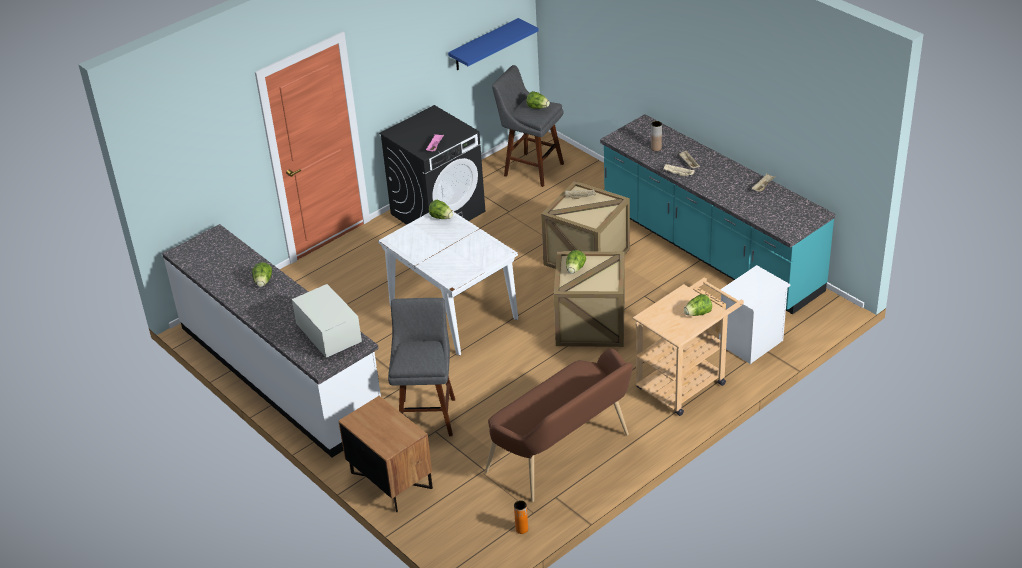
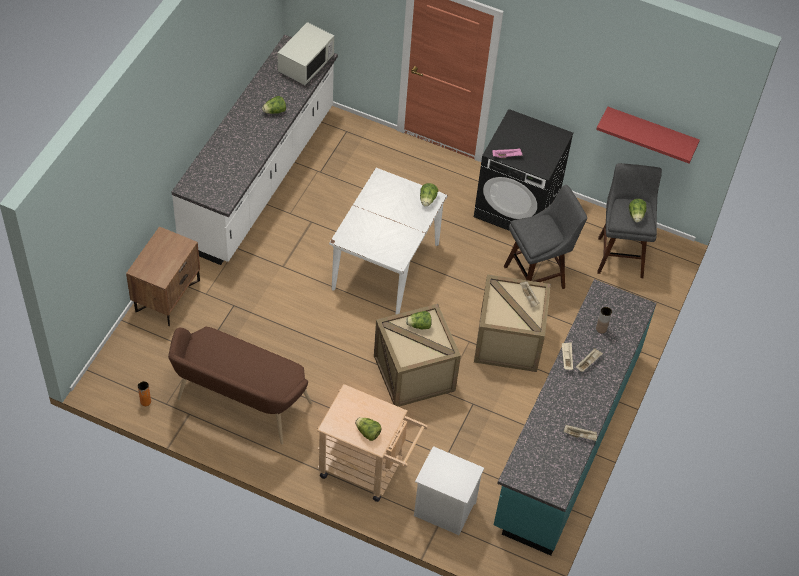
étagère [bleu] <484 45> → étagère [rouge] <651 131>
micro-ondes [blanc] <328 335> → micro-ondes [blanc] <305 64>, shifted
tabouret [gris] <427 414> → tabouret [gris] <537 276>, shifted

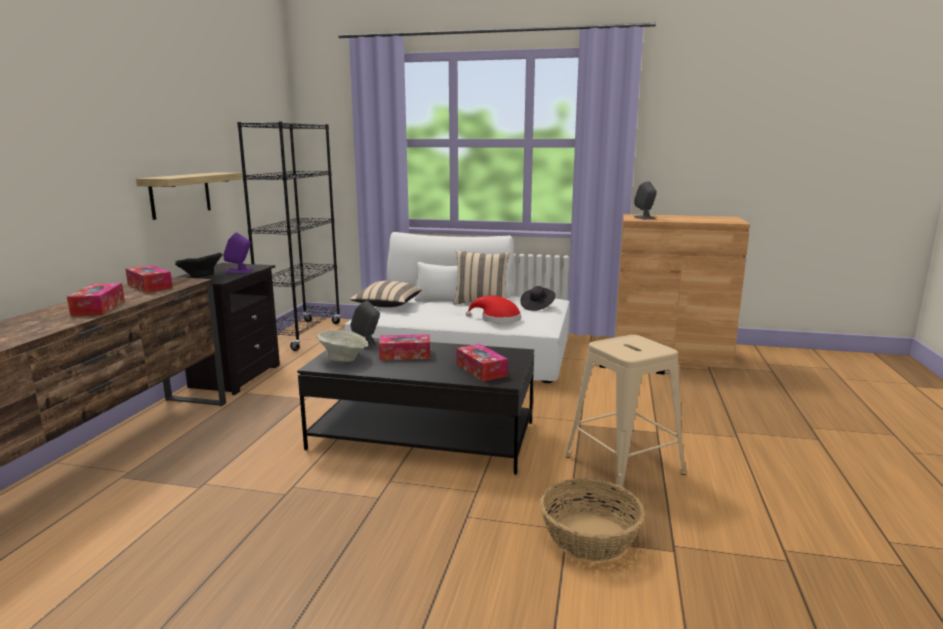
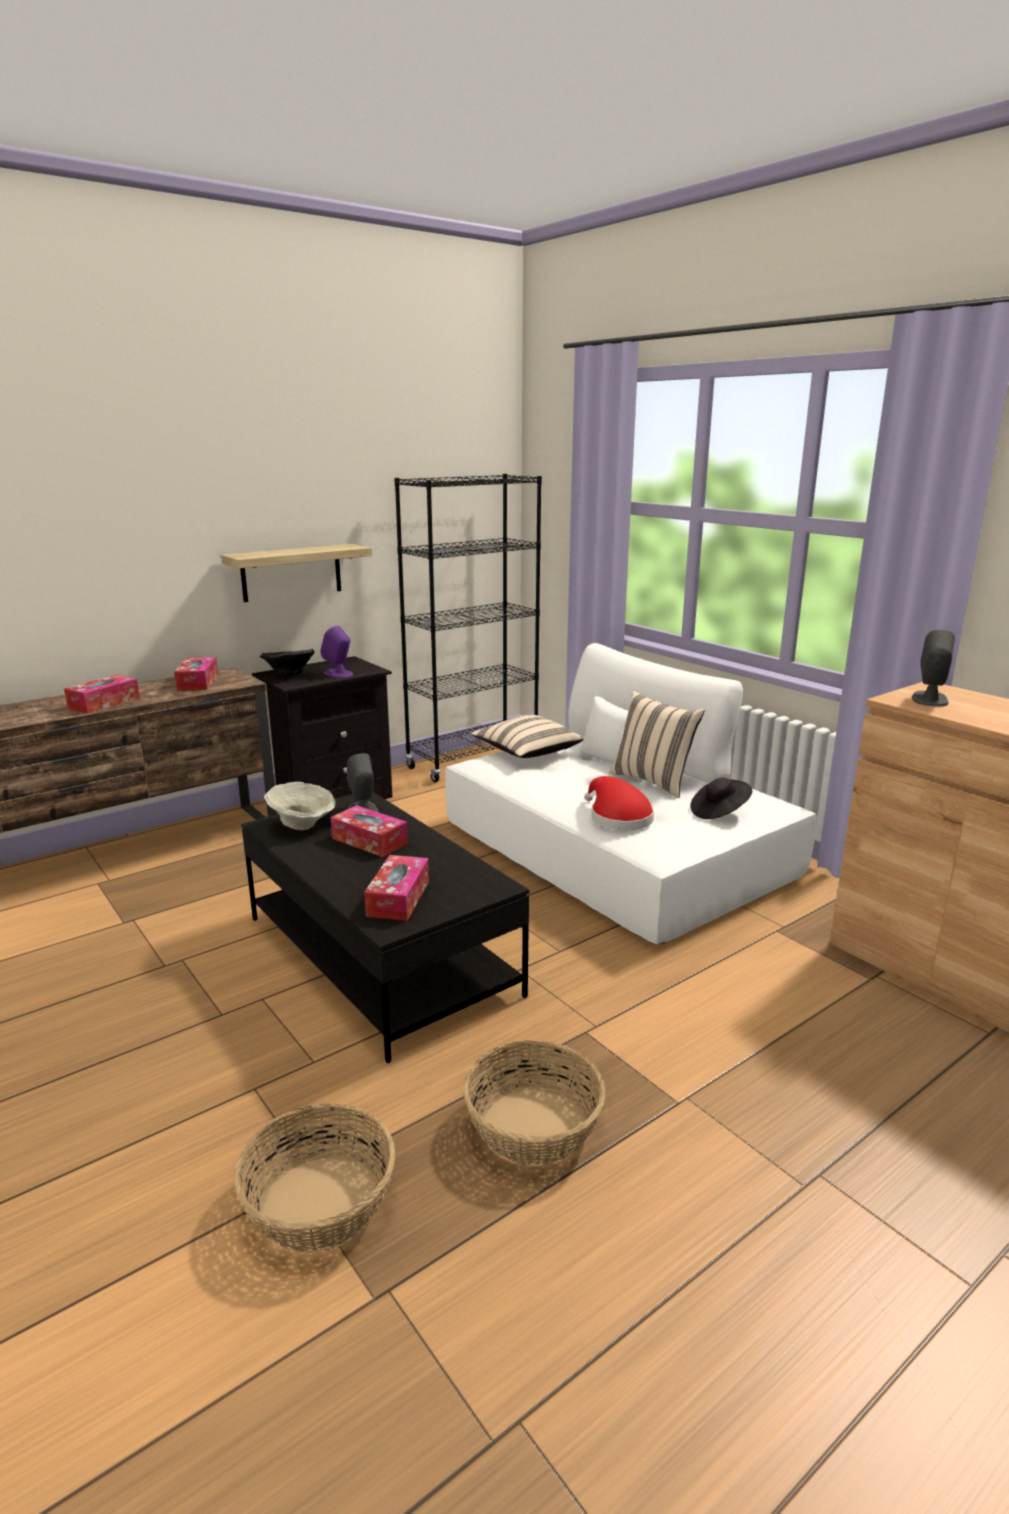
tabouret [beige] <622 465> → panier <534 1127>

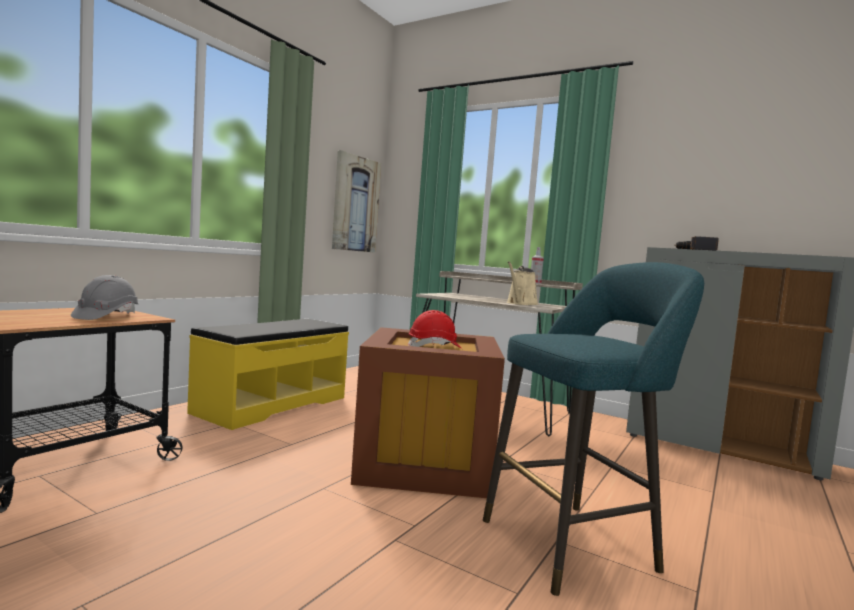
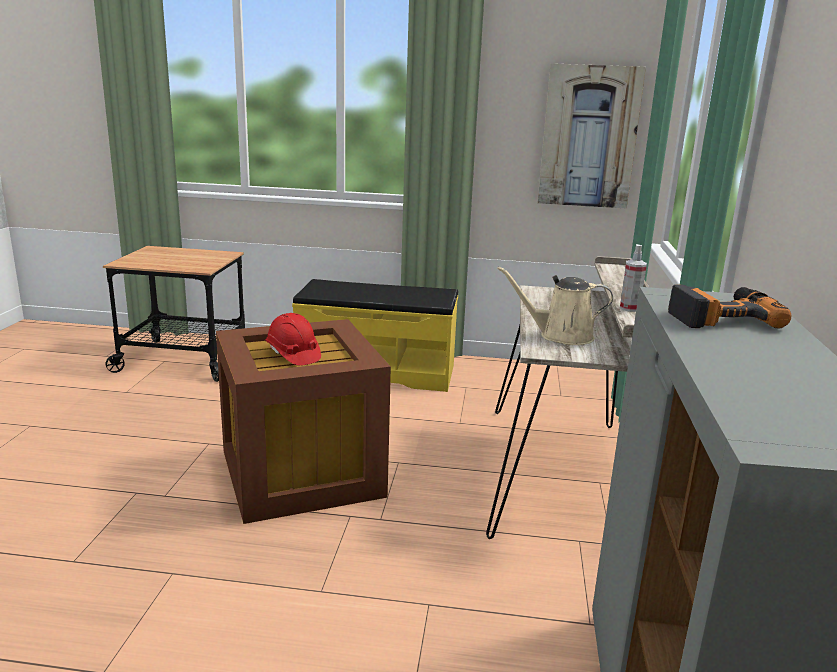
tabouret [turquoise] <575 543> → -
casque de chantier [gris] <106 316> → -

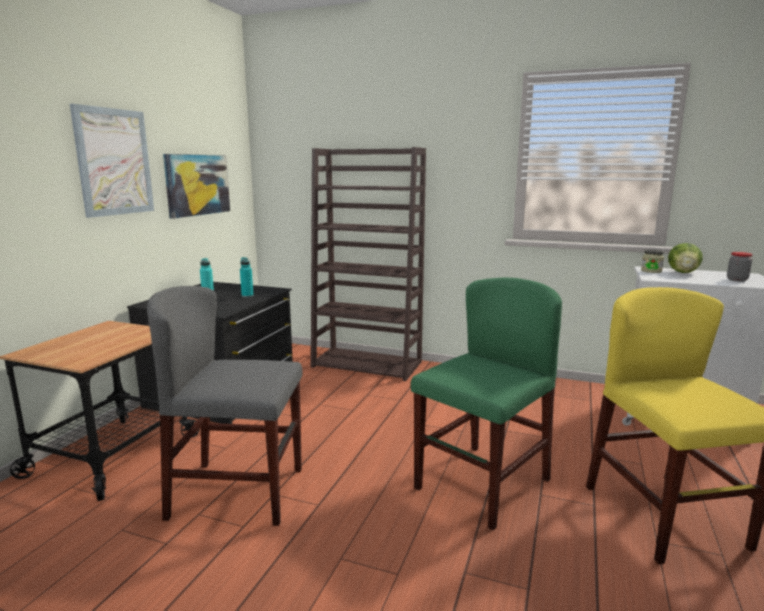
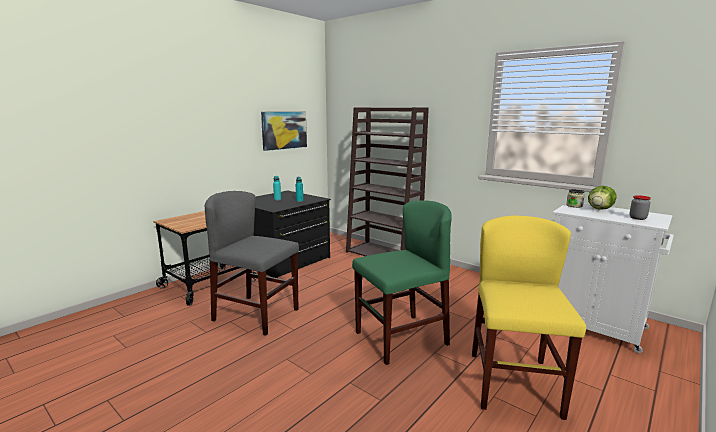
tableau <114 162> → -

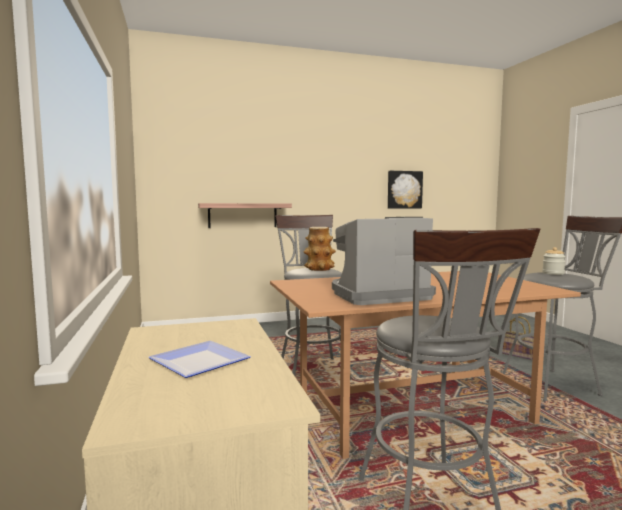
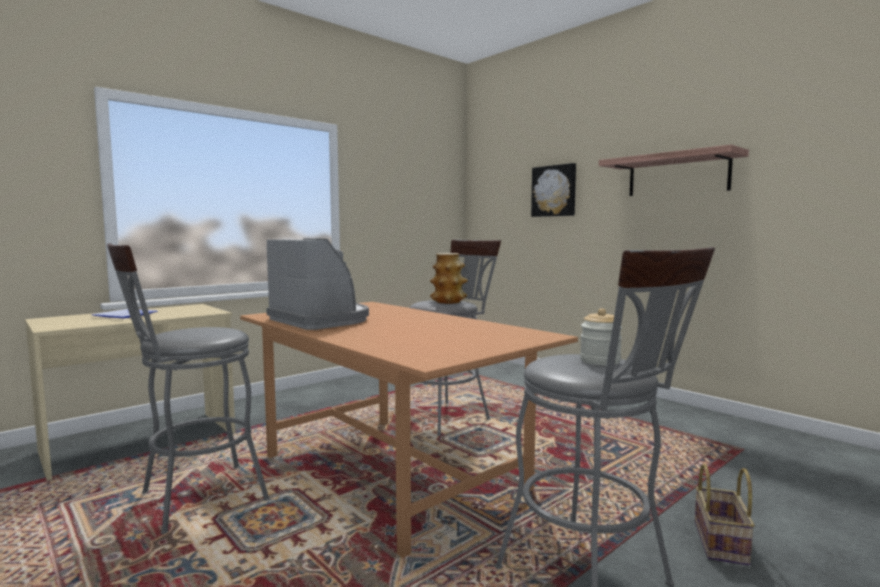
tableau <404 189> → tableau <554 191>, shifted
étagère <242 215> → étagère <677 175>, shifted

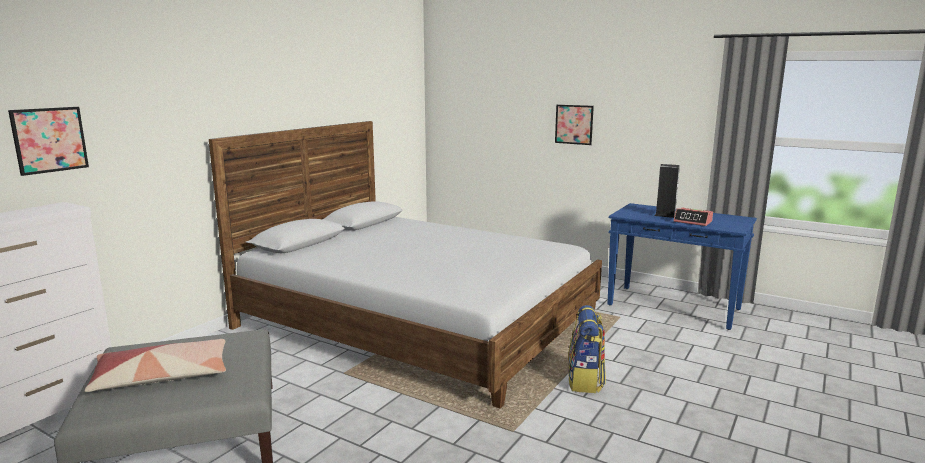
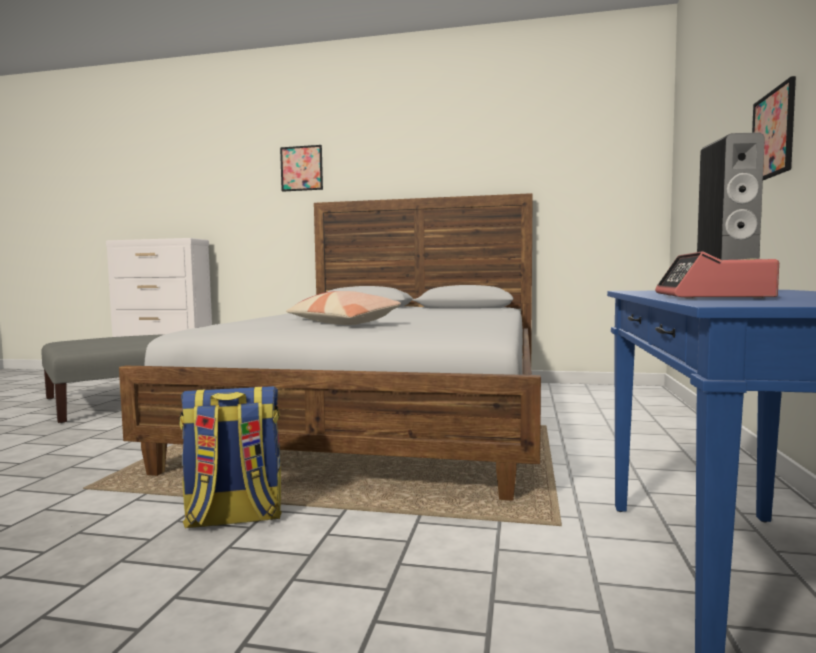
tableau <49 140> → tableau <301 168>, shifted
coussin <162 377> → coussin <341 323>, shifted

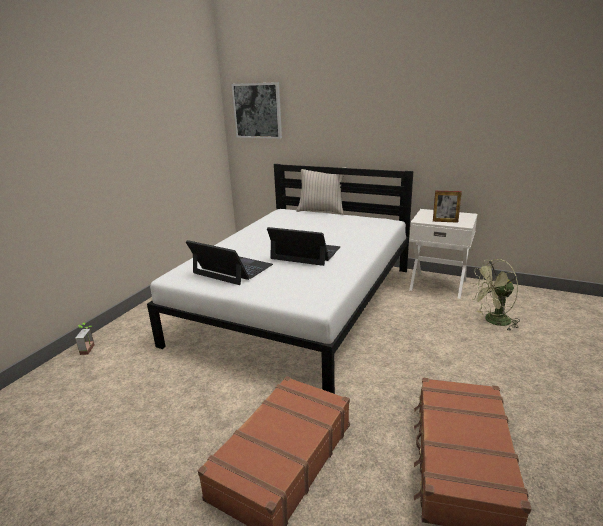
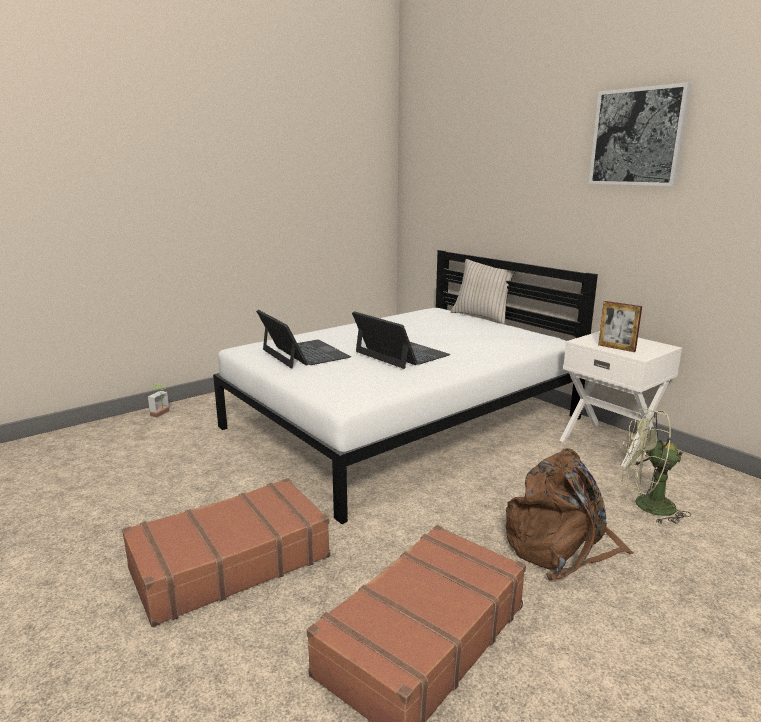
tableau <257 111> → tableau <637 137>, shifted
- → sac à dos [marron] <561 547>

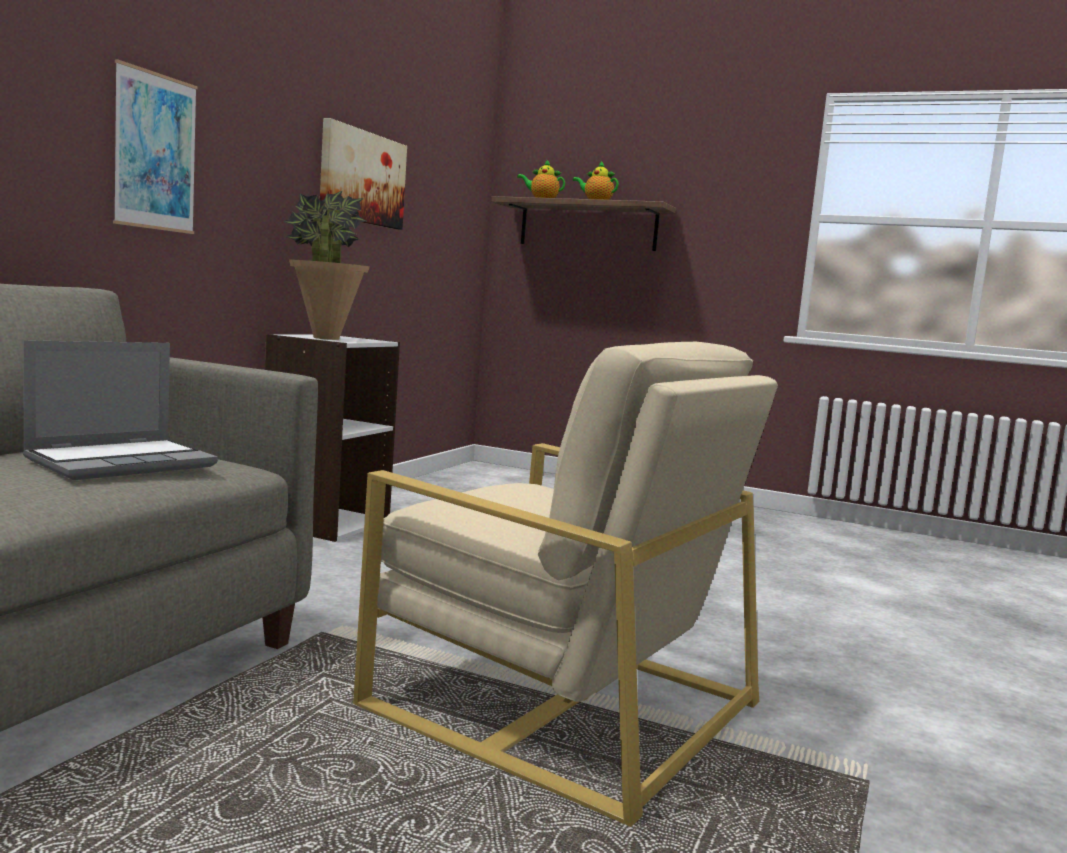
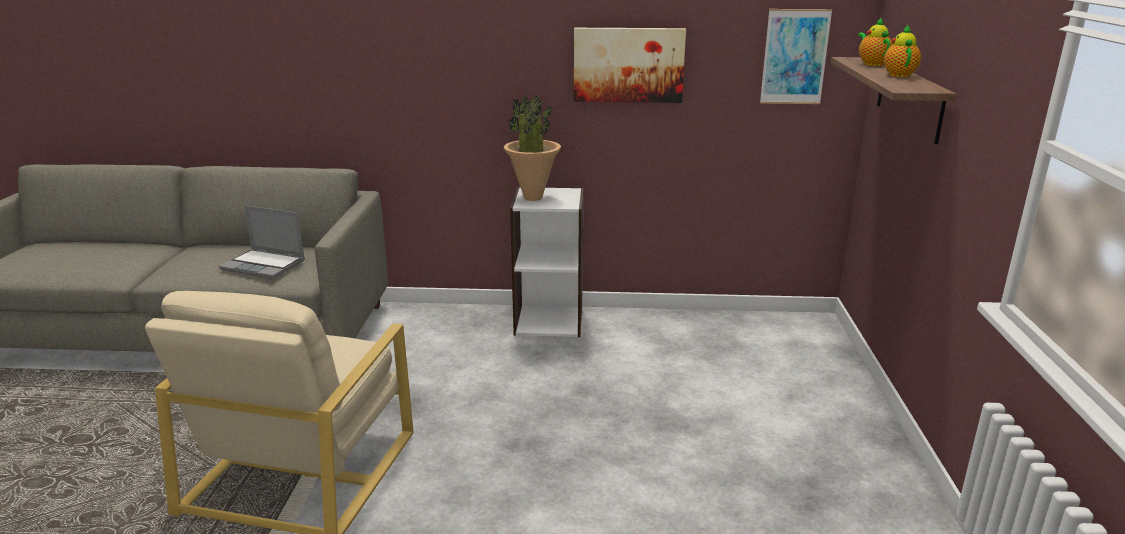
tableau <155 152> → tableau <794 57>, shifted

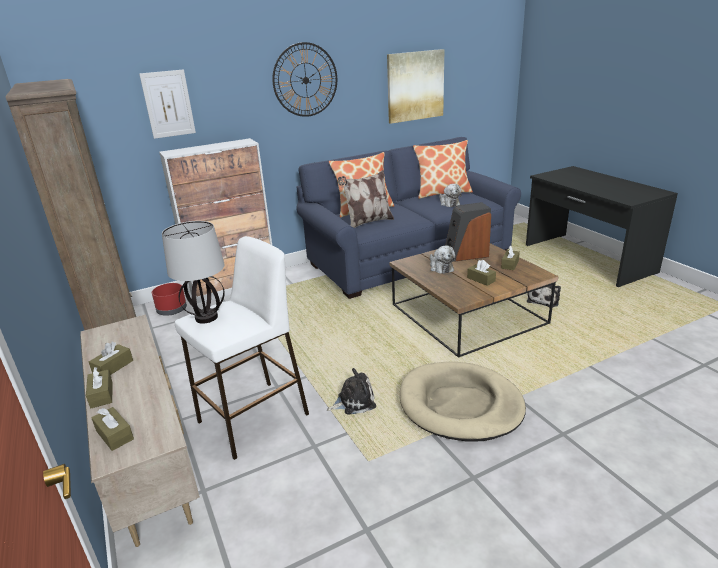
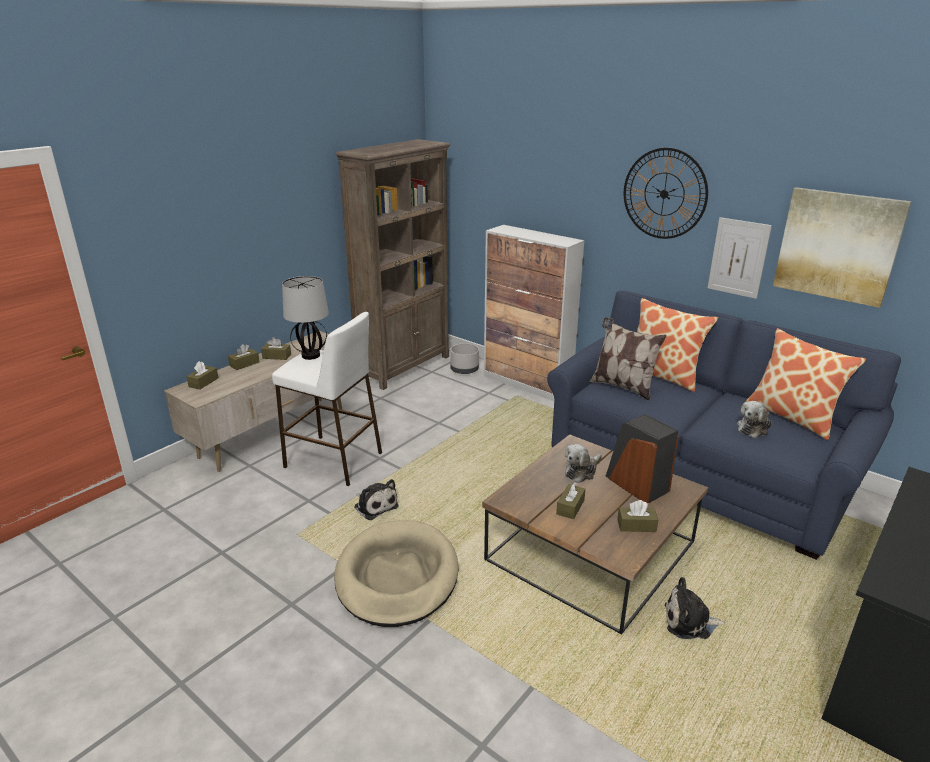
tableau <168 104> → tableau <738 258>, shifted
cache-pot [rouge] <172 310> → cache-pot [gris] <464 370>

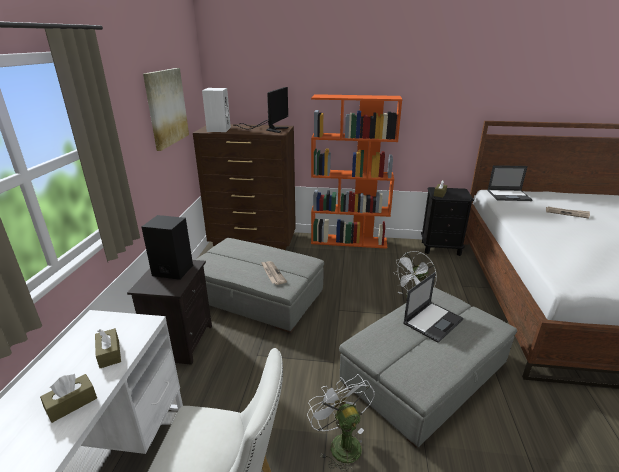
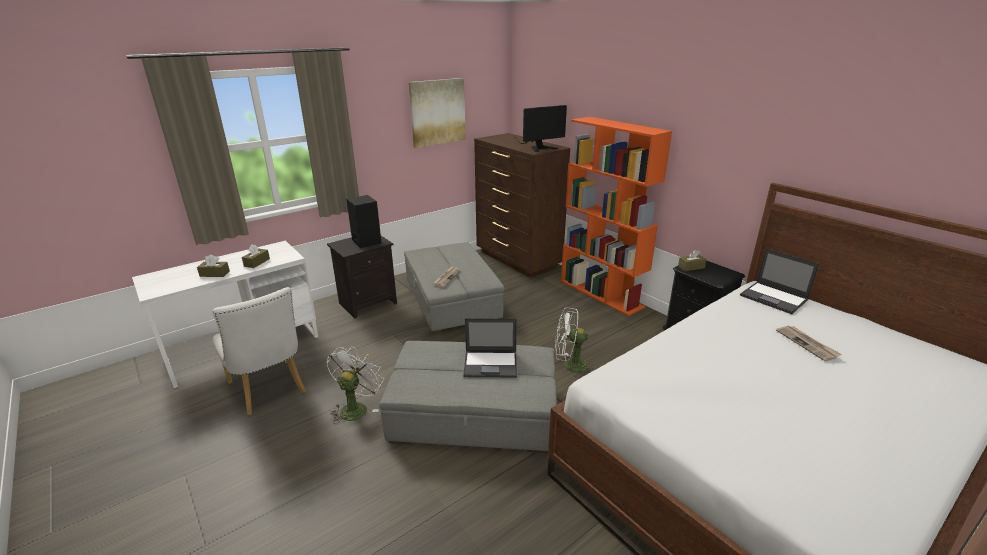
enceinte [blanc] <218 129> → -

